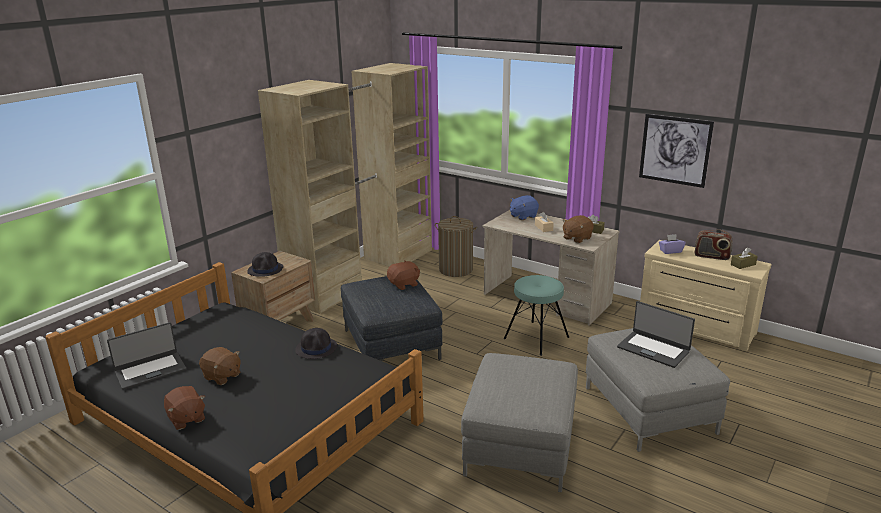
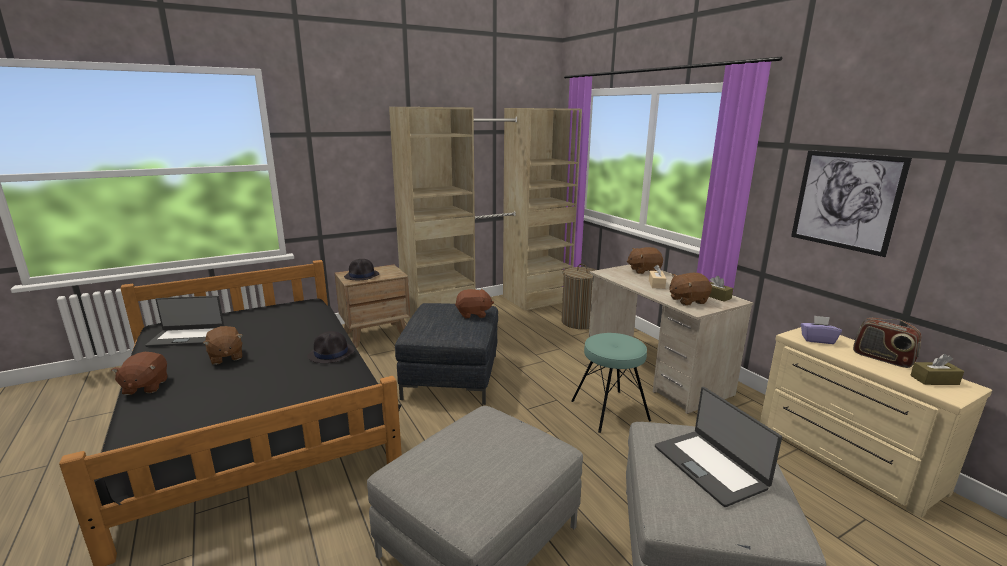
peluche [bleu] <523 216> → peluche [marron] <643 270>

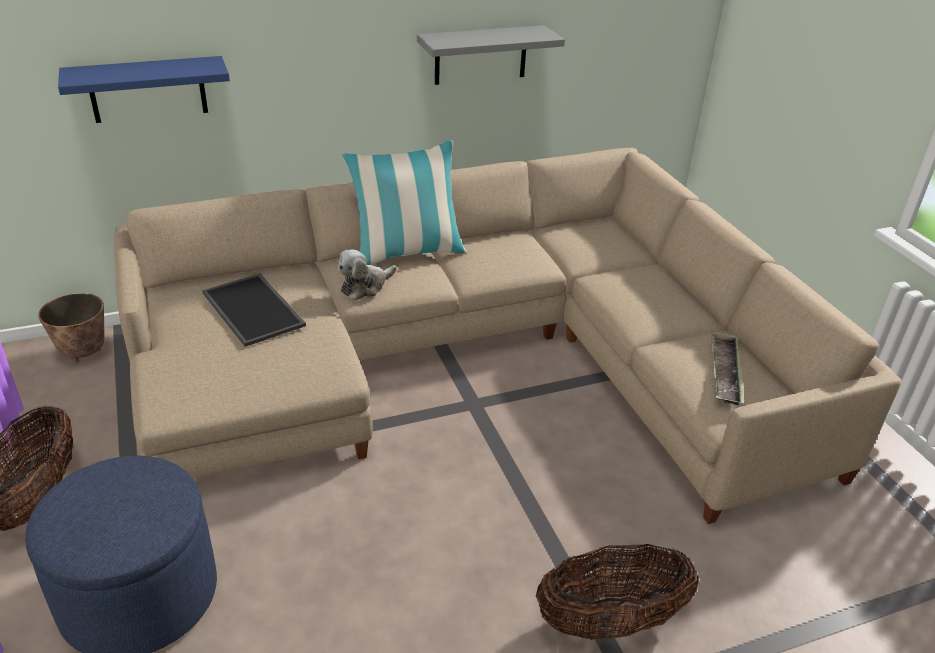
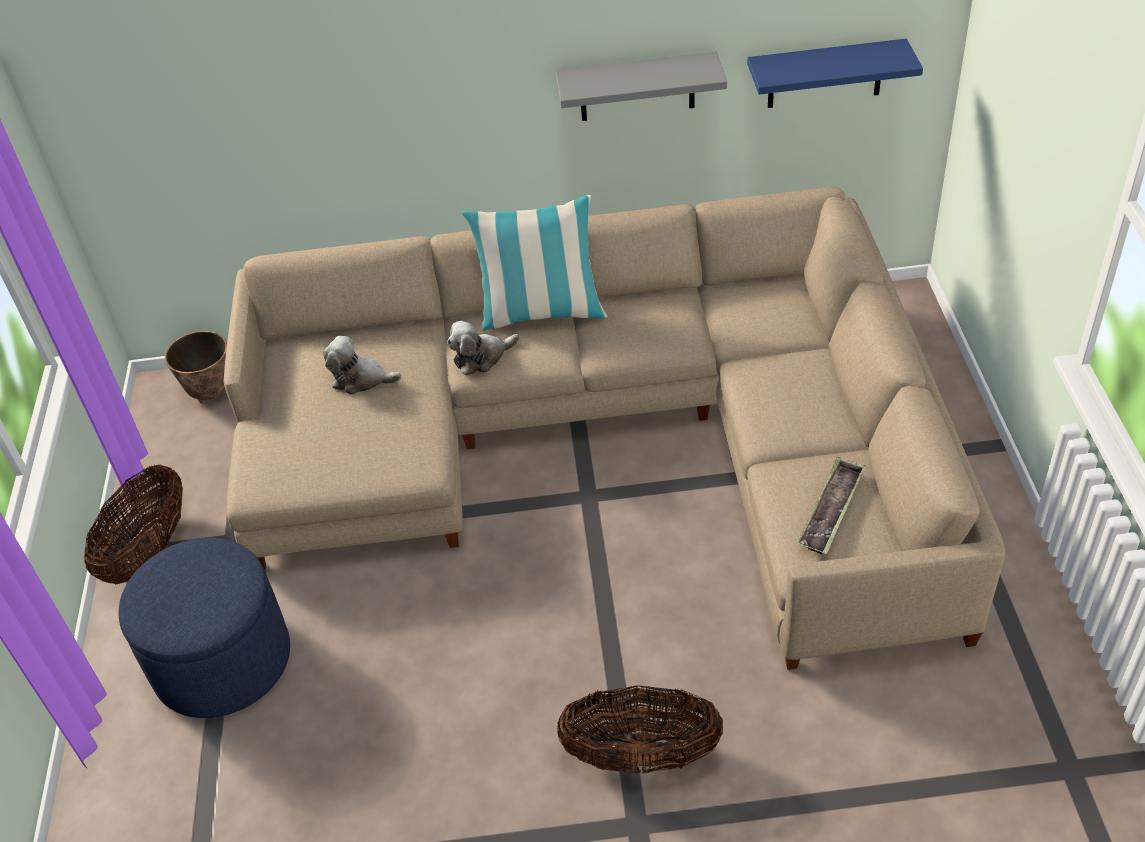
étagère [bleu] <148 89> → étagère [bleu] <825 74>, shifted
plateau <255 309> → peluche <361 379>

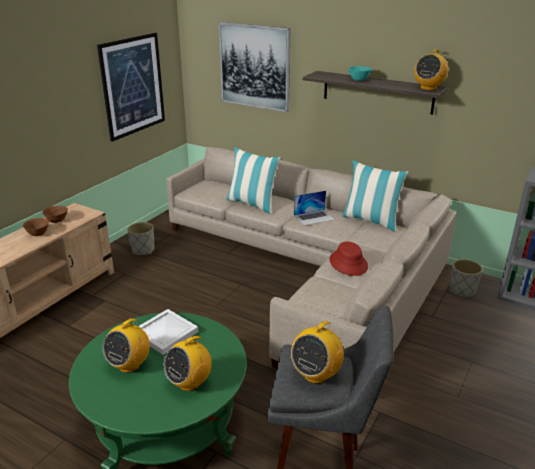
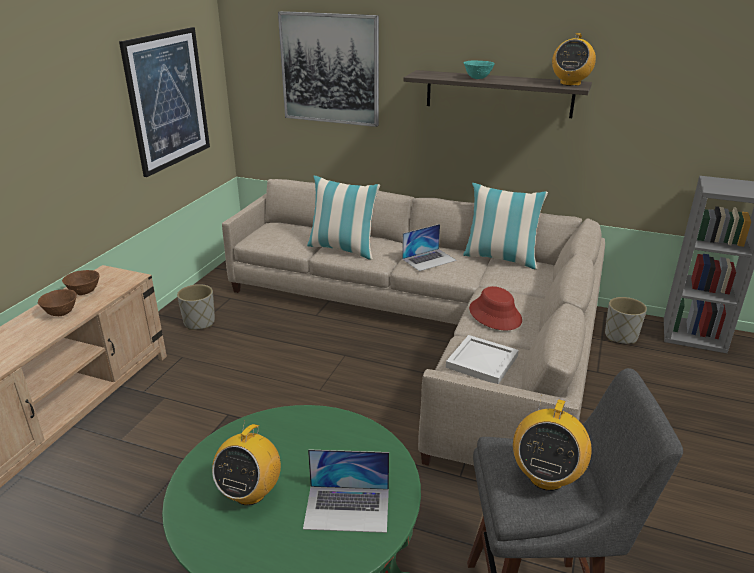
plateau [blanc] <165 332> → plateau [blanc] <481 361>, shifted
radio <189 383> → ordinateur portable <347 508>

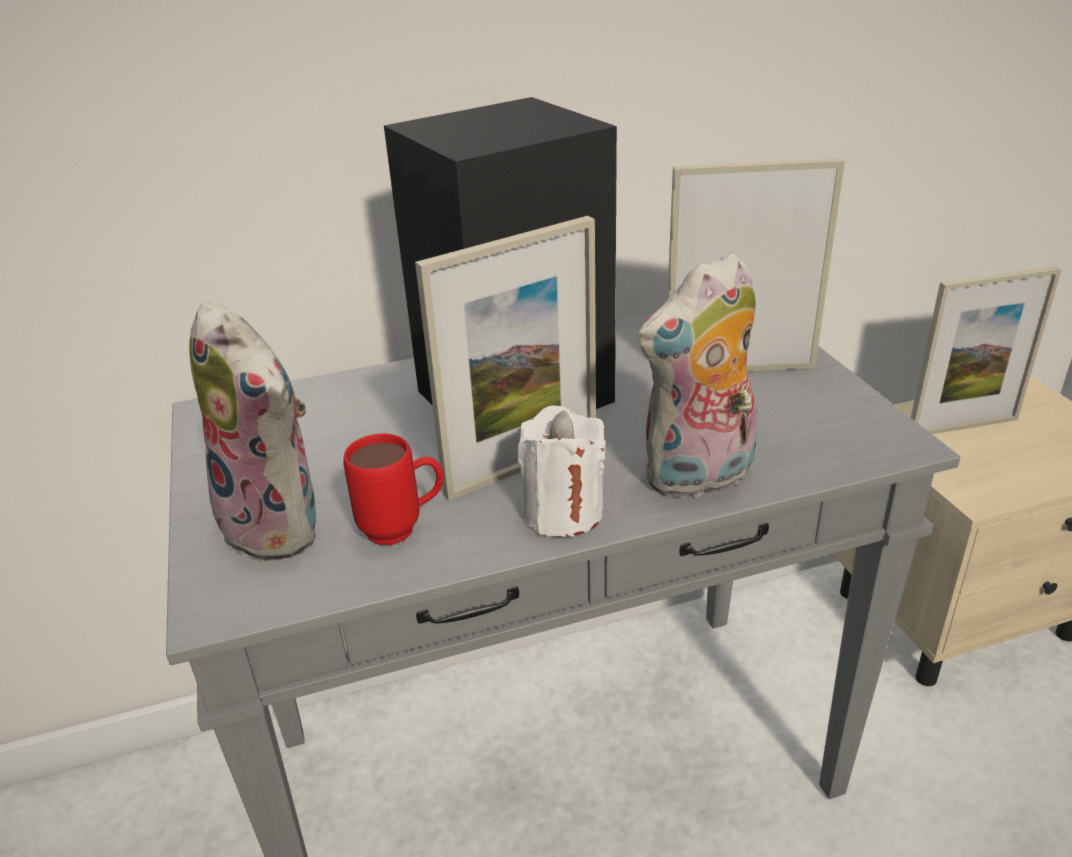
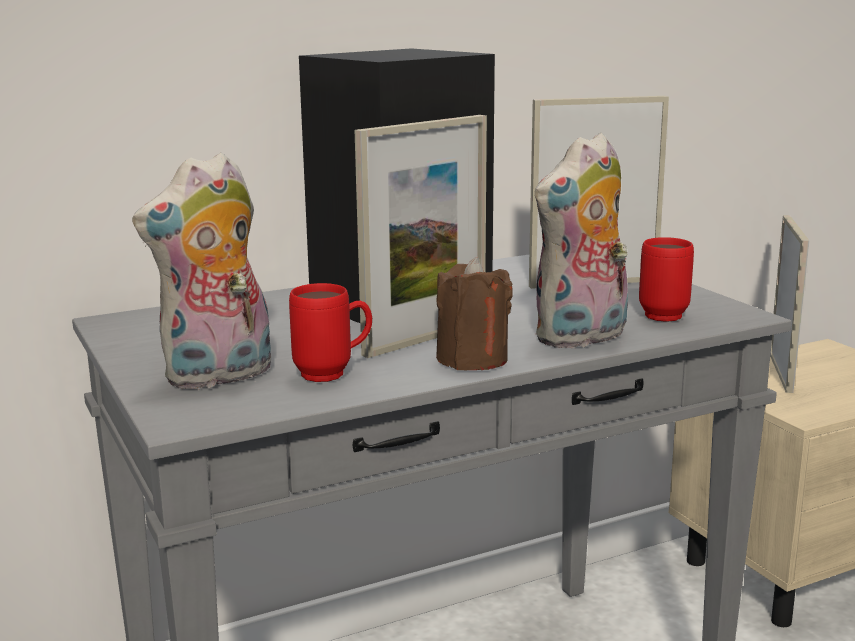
cadre photo <962 426> → cadre photo <780 373>, 60 degrees counterclockwise
peluche <281 525> → peluche <219 377>, 105 degrees clockwise
bougie [blanc] <563 512> → bougie [marron] <472 359>
- → mug [rouge] <660 313>

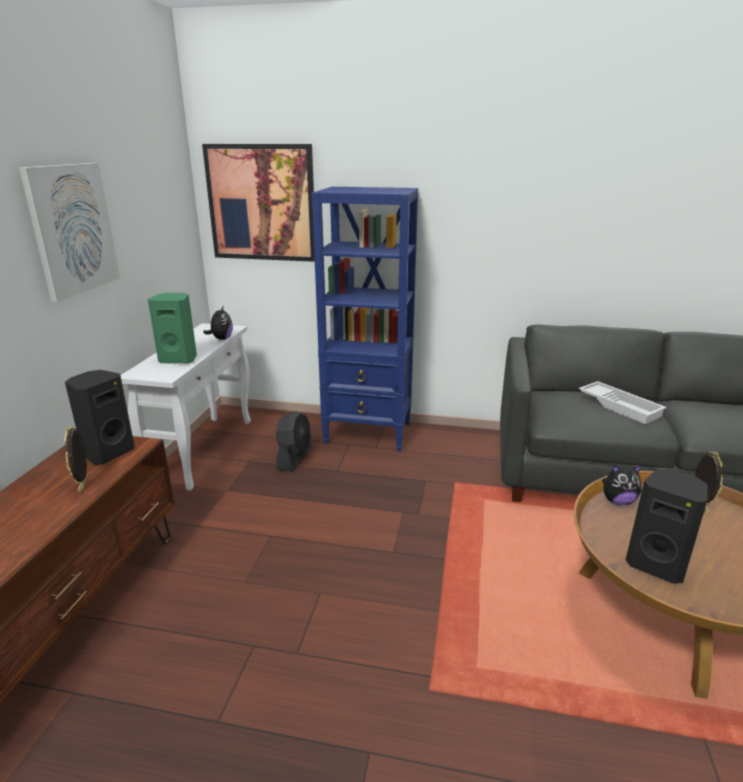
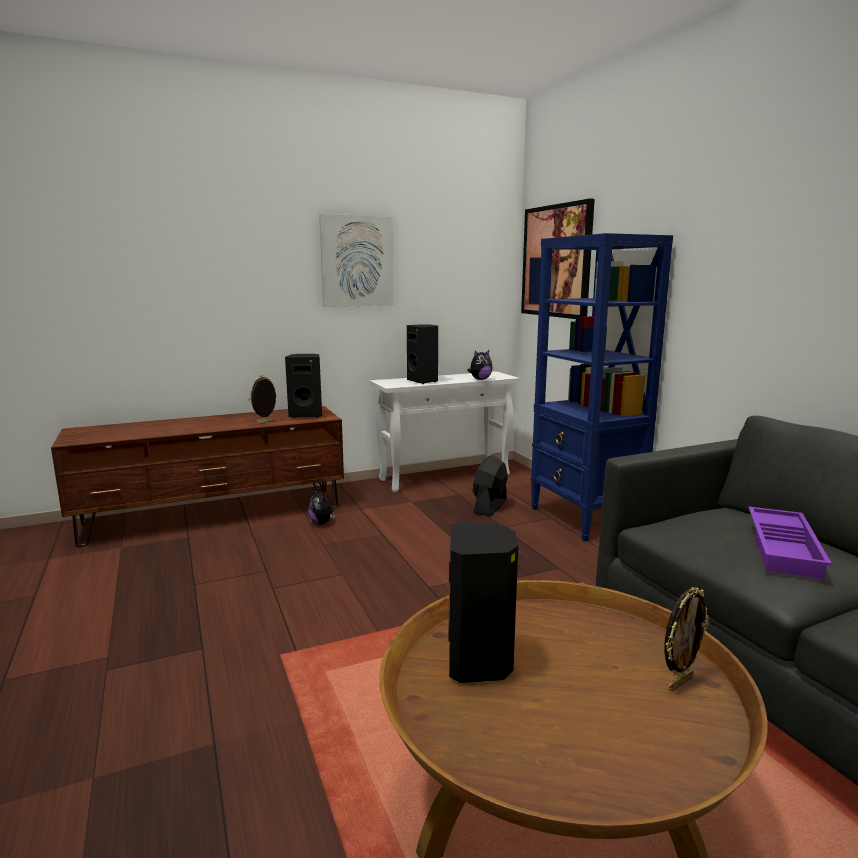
enceinte [vert] <179 359> → enceinte [noir] <423 381>
plateau [blanc] <620 406> → plateau [violet] <785 548>
ventilateur [noir] <294 458> → ventilateur [noir] <490 506>, 135 degrees clockwise
peluche <618 501> → peluche <322 522>, shifted

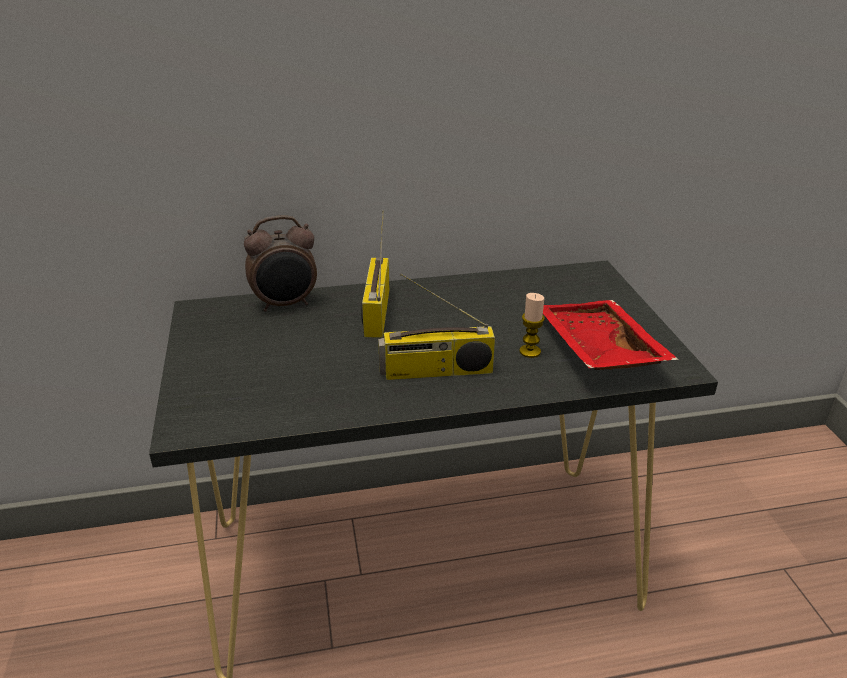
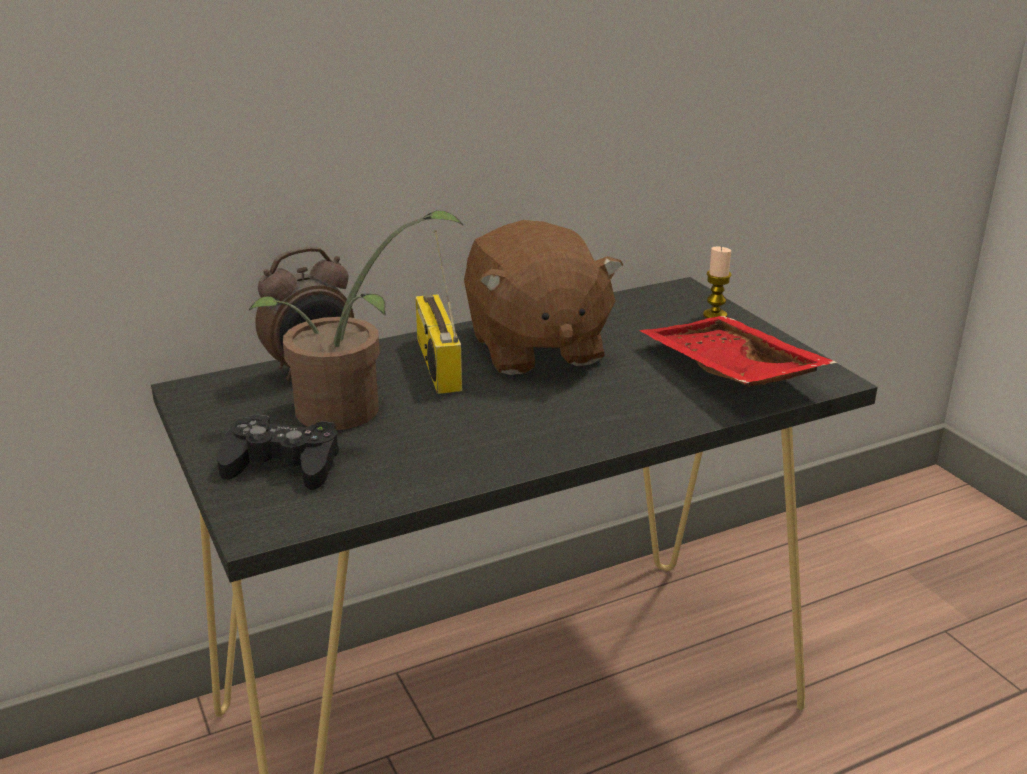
radio <436 371> → -
bougie <530 351> → bougie <715 315>, shifted
- → plante en pot <350 411>
- → peluche [marron] <534 348>
- → manette [noir] <283 464>

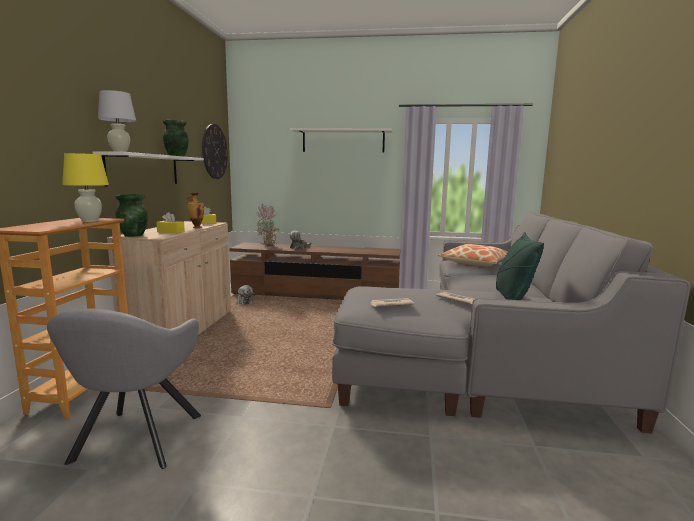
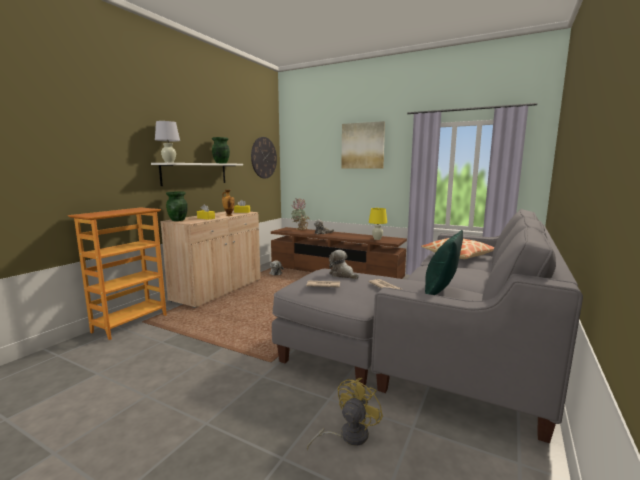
étagère [blanc] <343 141> → tableau <362 146>
lampe de table [jaune] <90 221> → lampe de table [jaune] <377 239>, shifted
fauteuil [gris] <134 442> → -
- → peluche <342 275>
- → ventilateur [jaune] <348 436>

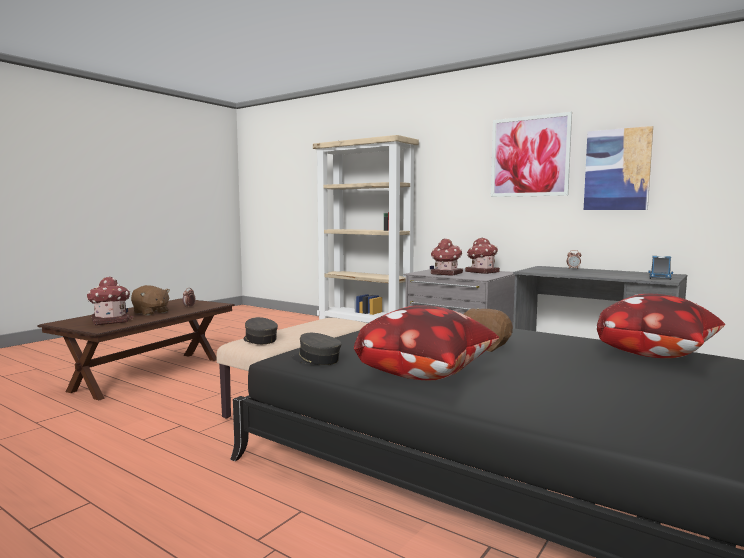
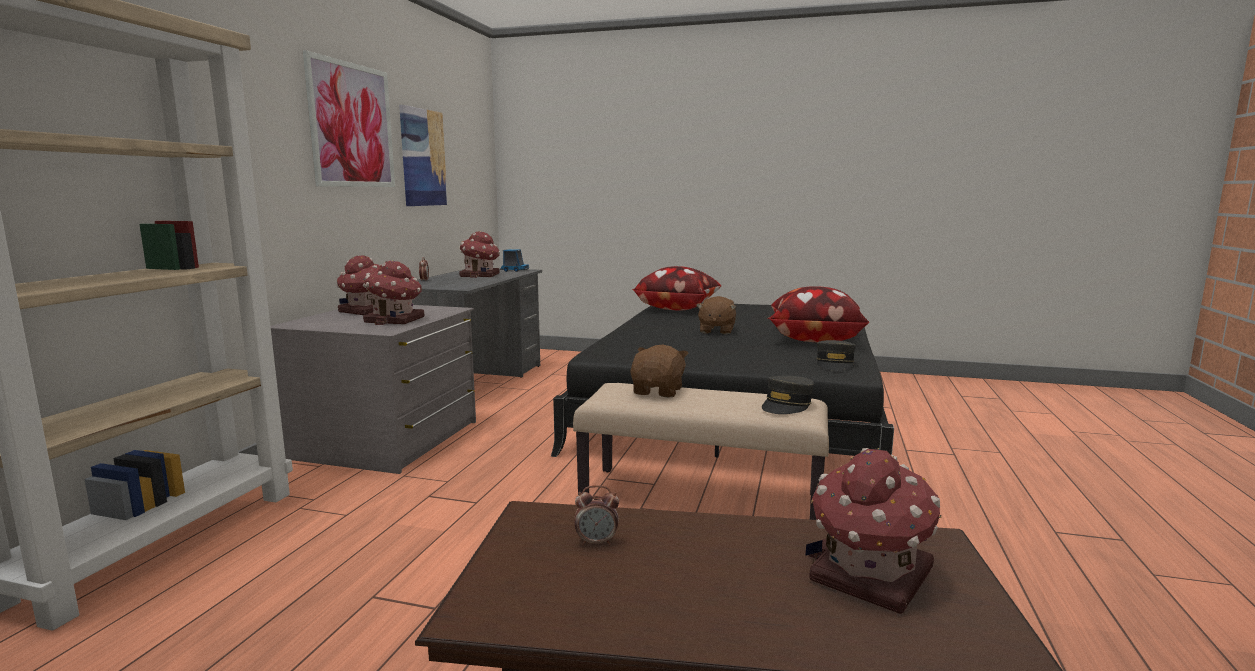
peluche [marron] <150 312> → peluche [marron] <658 391>, shifted
- → maison miniature <480 275>

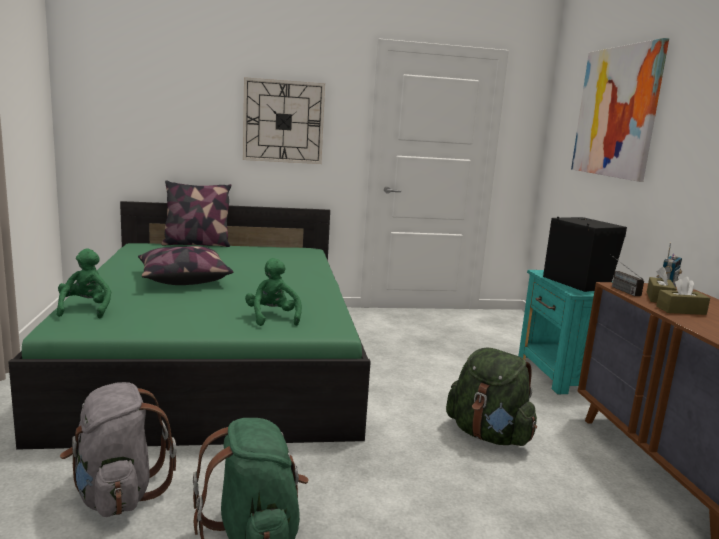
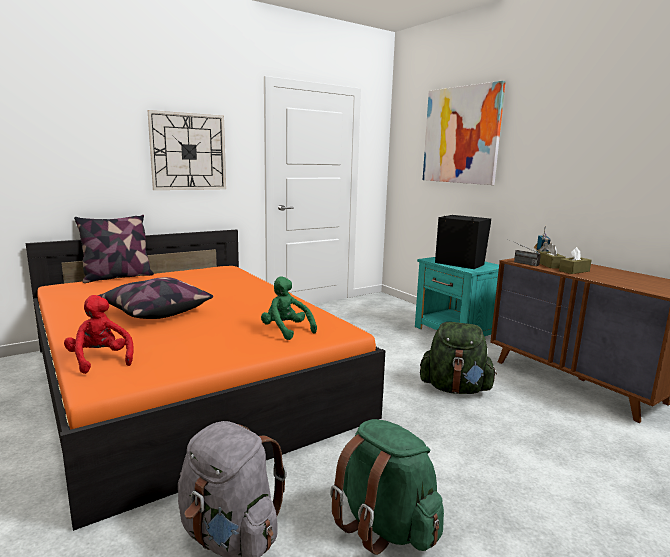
lit [vert] <216 357> → lit [orange] <188 381>
peluche [vert] <86 309> → peluche [rouge] <100 360>

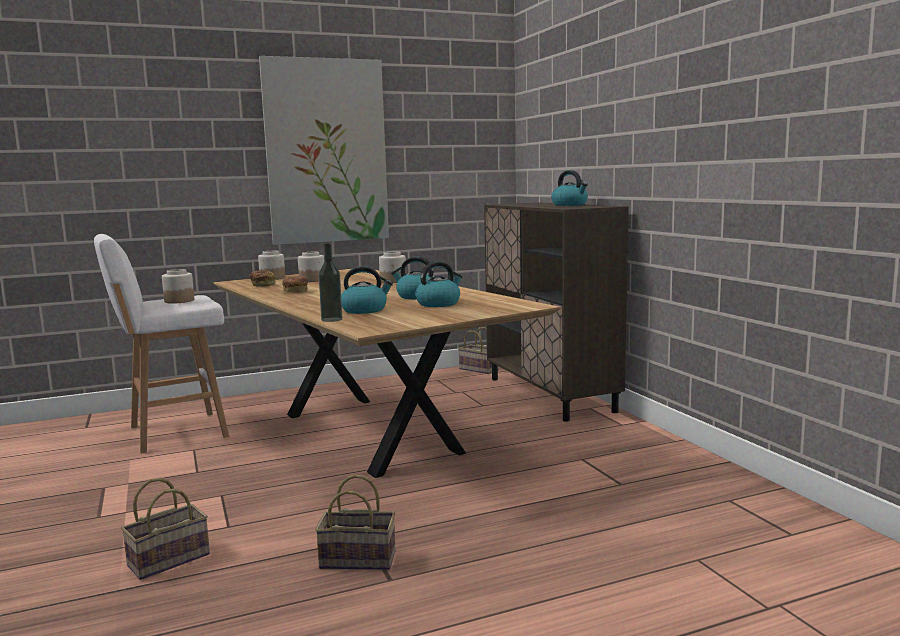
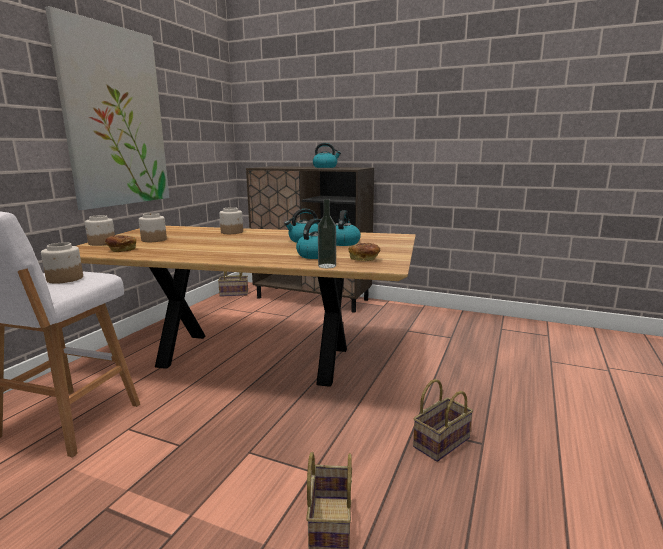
pain <295 291> → pain <364 259>, shifted

